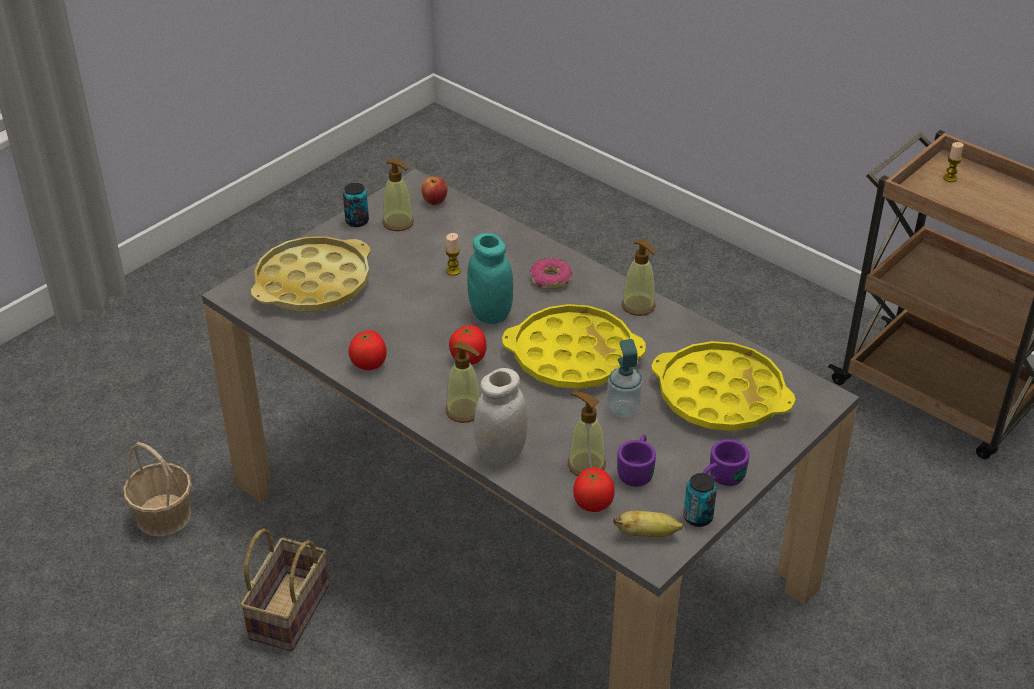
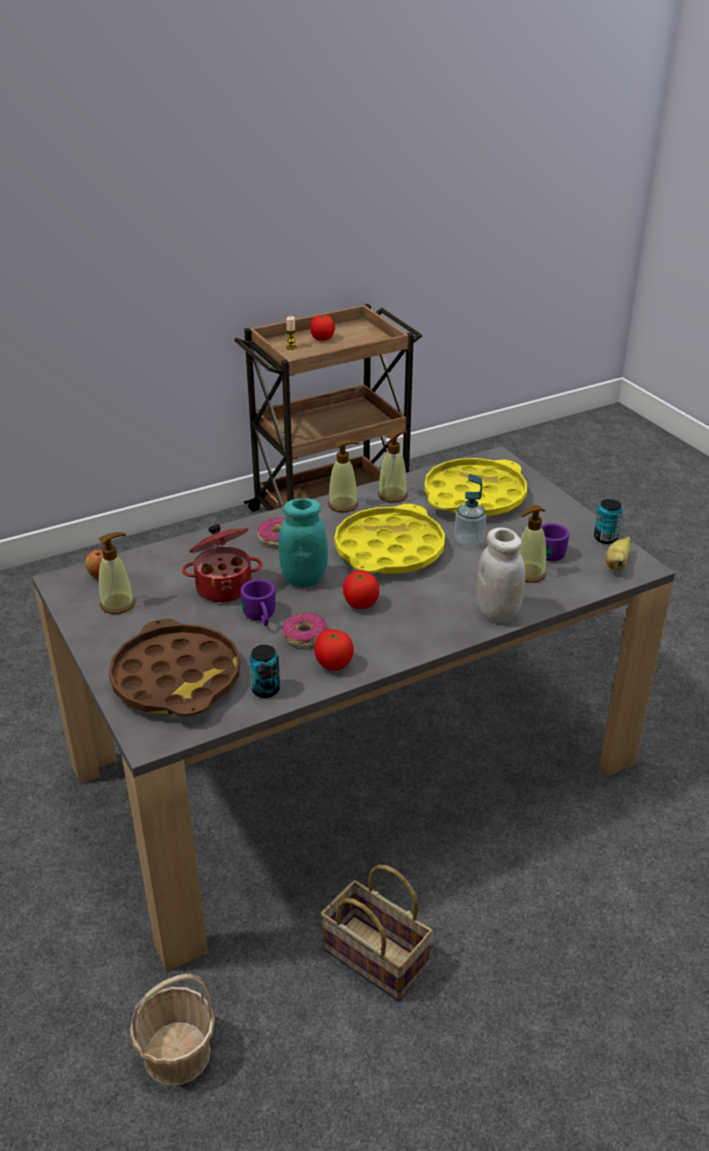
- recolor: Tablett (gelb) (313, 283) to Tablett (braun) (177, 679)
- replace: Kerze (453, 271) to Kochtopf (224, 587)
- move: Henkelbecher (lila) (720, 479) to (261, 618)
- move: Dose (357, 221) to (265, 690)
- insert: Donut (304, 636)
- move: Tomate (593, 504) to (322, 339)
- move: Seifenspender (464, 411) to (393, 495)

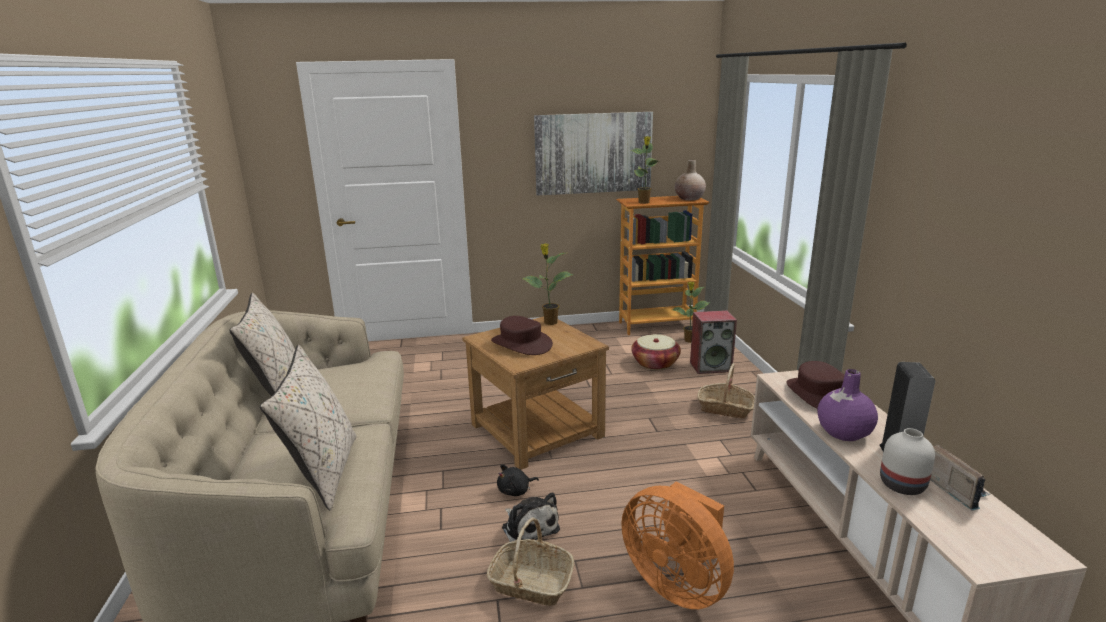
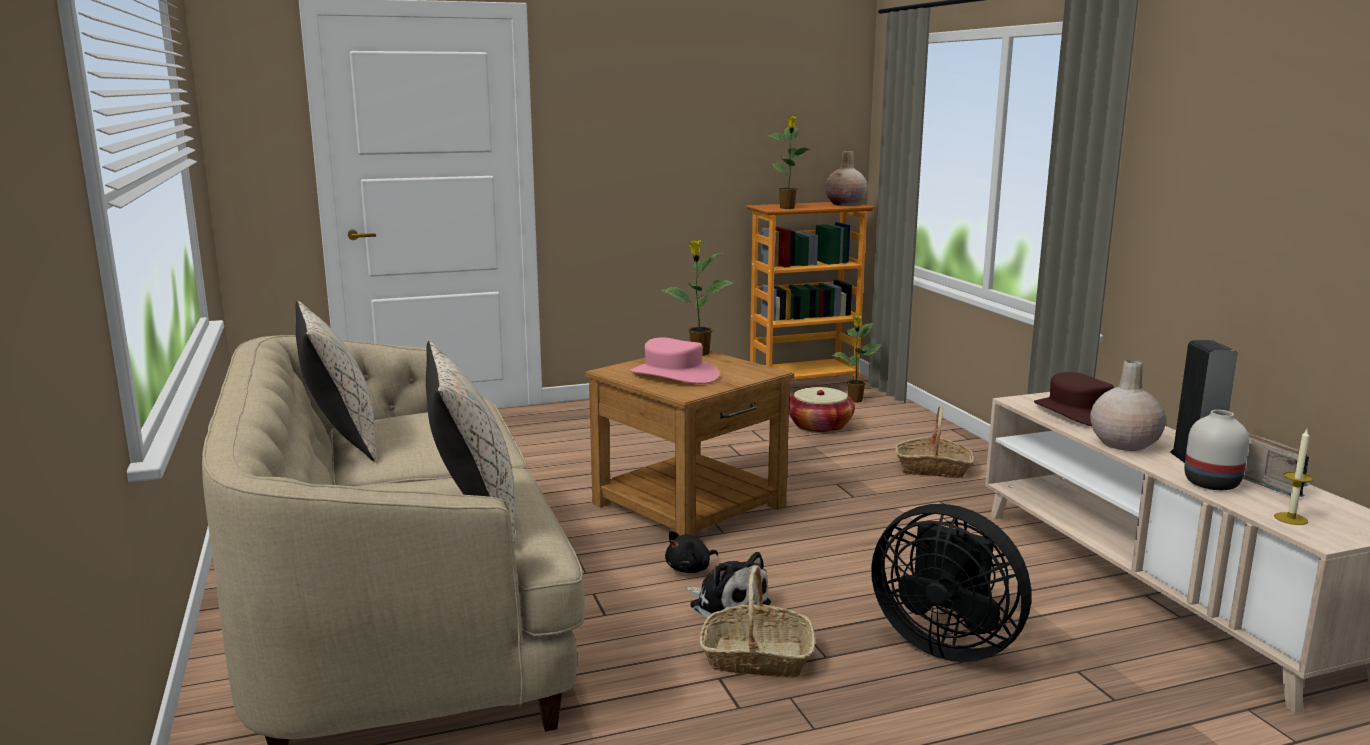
- recolor: Hut (braun) (521, 344) to Hut (rosa) (674, 375)
- recolor: Ventilator (orange) (677, 583) to Ventilator (schwarz) (945, 643)
- recolor: Vase (lila) (843, 432) to Vase (beige) (1123, 444)
- insert: Kerze (1290, 519)
- delete: Bild (593, 153)
- delete: Lautsprecher (711, 366)

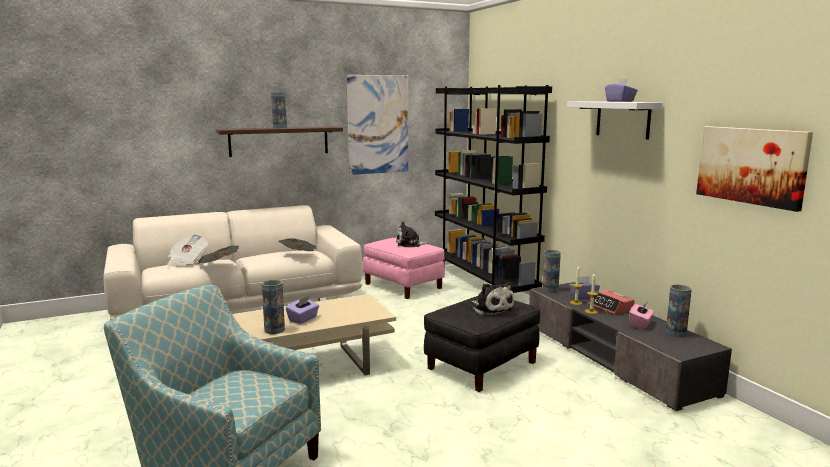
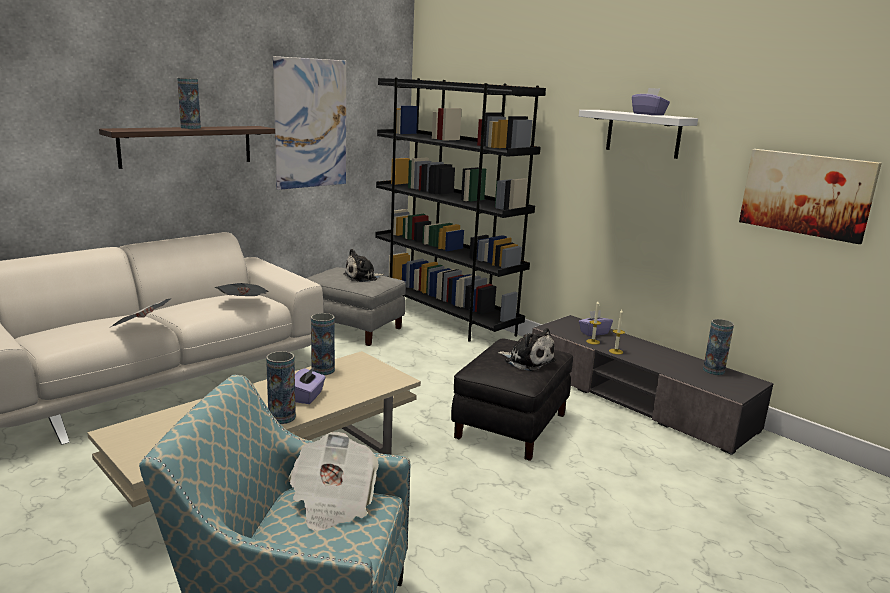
- move: Zeitung (187, 261) to (333, 502)
- recolor: Polsterhocker (rosa) (403, 286) to Polsterhocker (grau) (353, 328)
- move: Vase (550, 290) to (323, 370)
- delete: Wecker (611, 307)
- delete: Taschentuchbox (rosa) (640, 324)

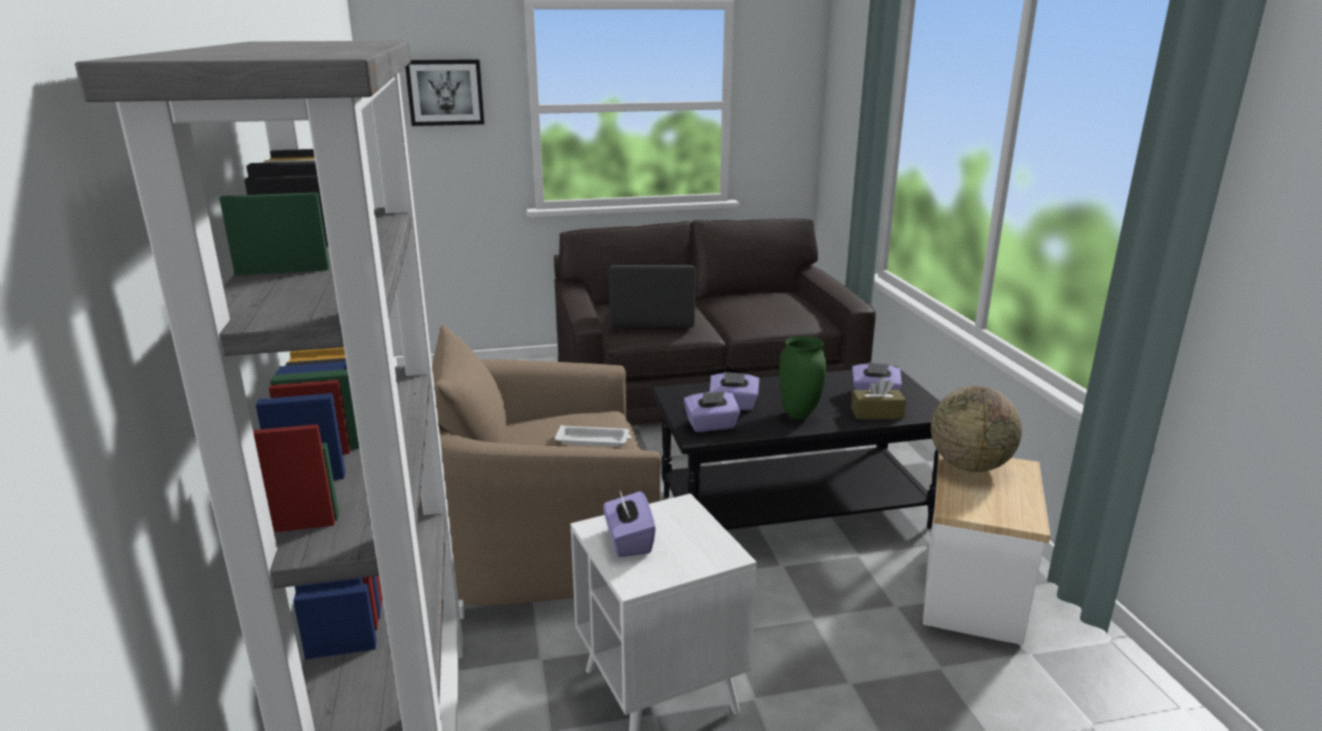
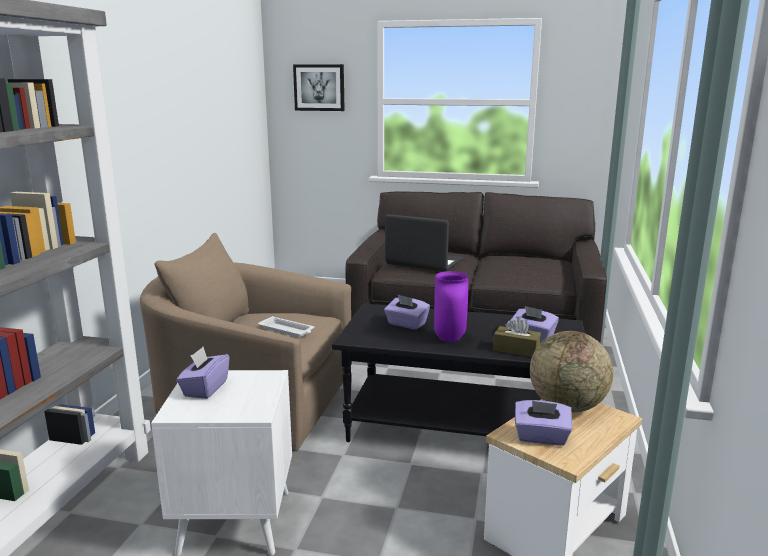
- recolor: Vase (grün) (798, 414) to Vase (lila) (448, 339)
- move: Taschentuchbox (lila) (711, 426) to (541, 437)

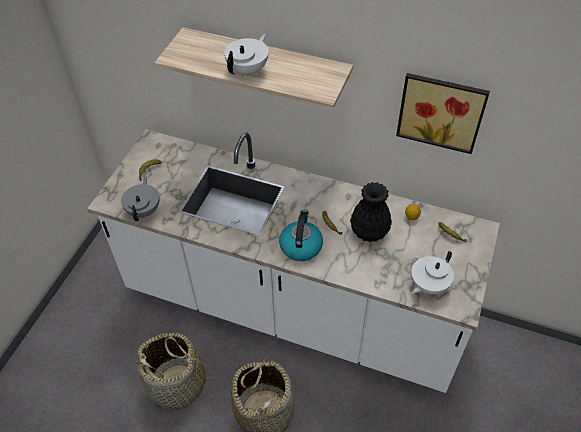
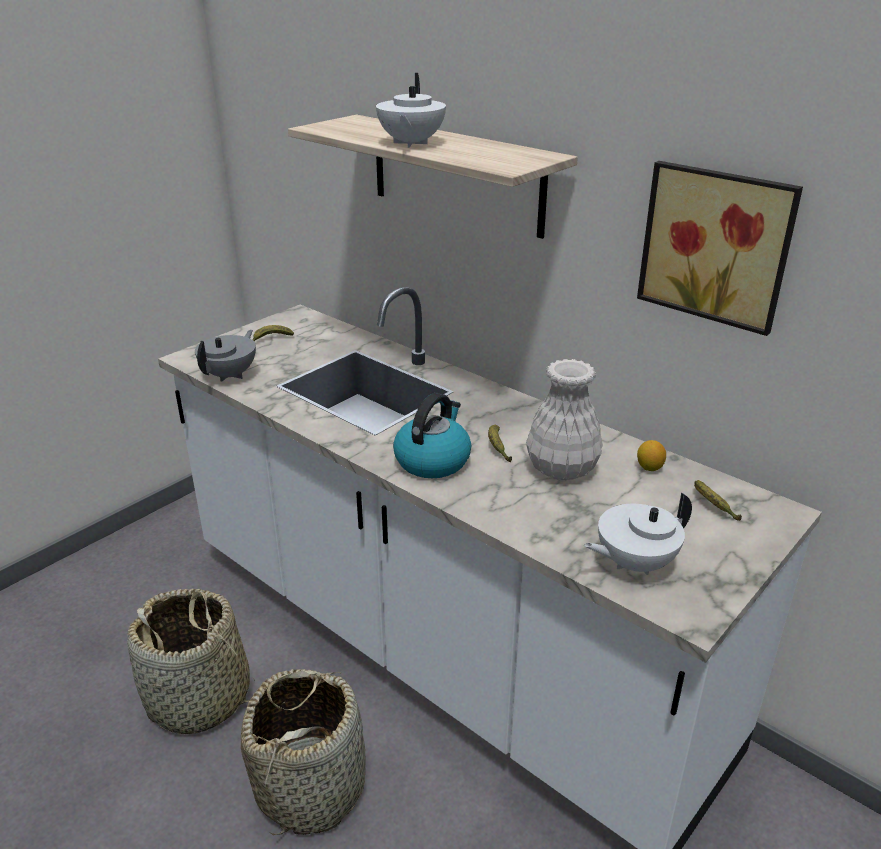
- rotate: Teekanne (weiß) (248, 70) = (410, 143) 135 degrees clockwise
- recolor: Vase (schwarz) (370, 231) to Vase (weiß) (563, 469)

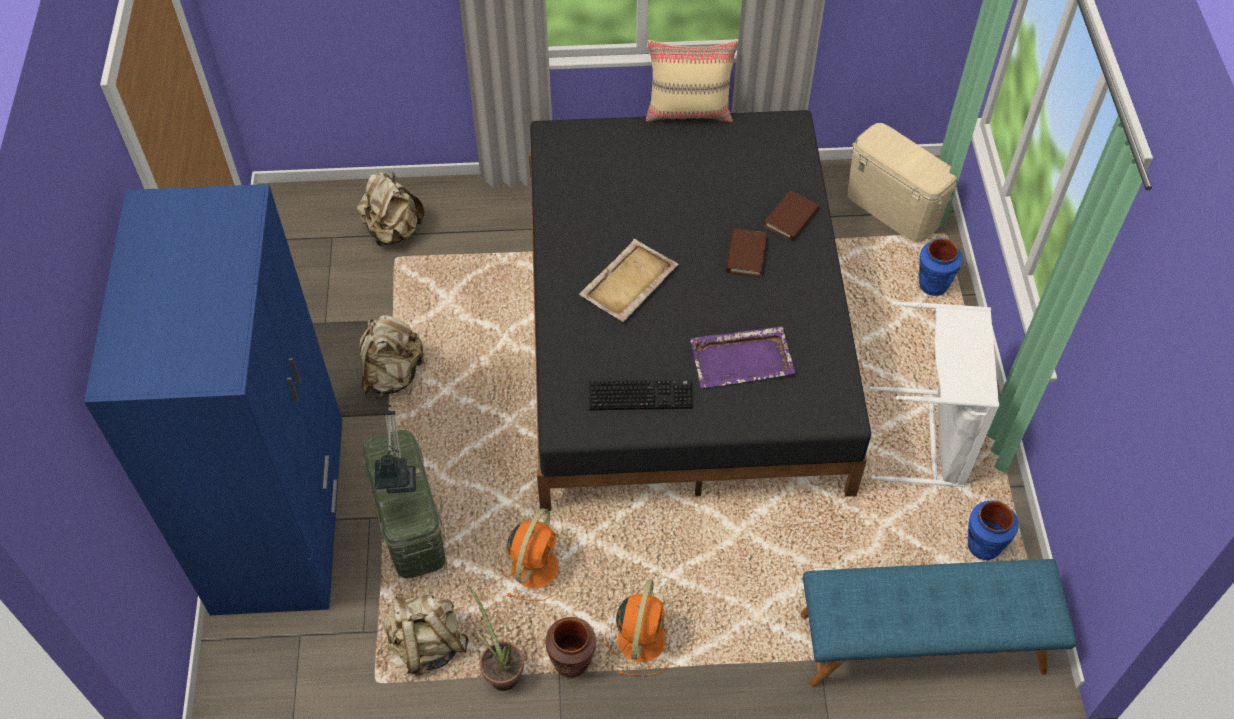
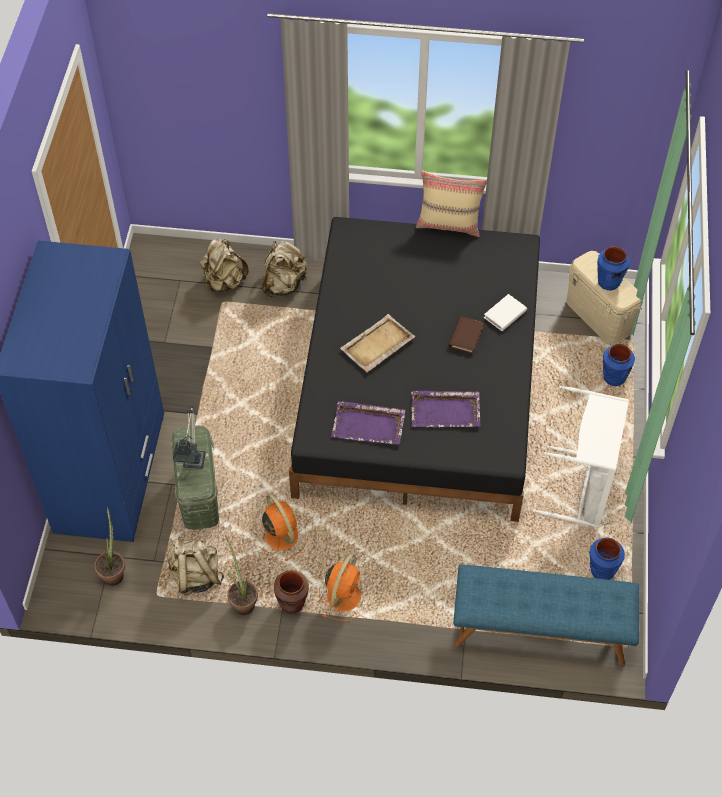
- insert: Topfpflanze (114, 572)
- rotate: Ventilator (orange) (536, 565) = (281, 534) 60 degrees counterclockwise
- move: Rucksack (beige) (393, 375) to (284, 284)
- replace: Tastatur (641, 394) to Tablett (lila) (369, 425)
- recolor: Buch (braun) (791, 218) to Buch (weiß) (505, 314)
- insert: Vase (blau) (608, 282)

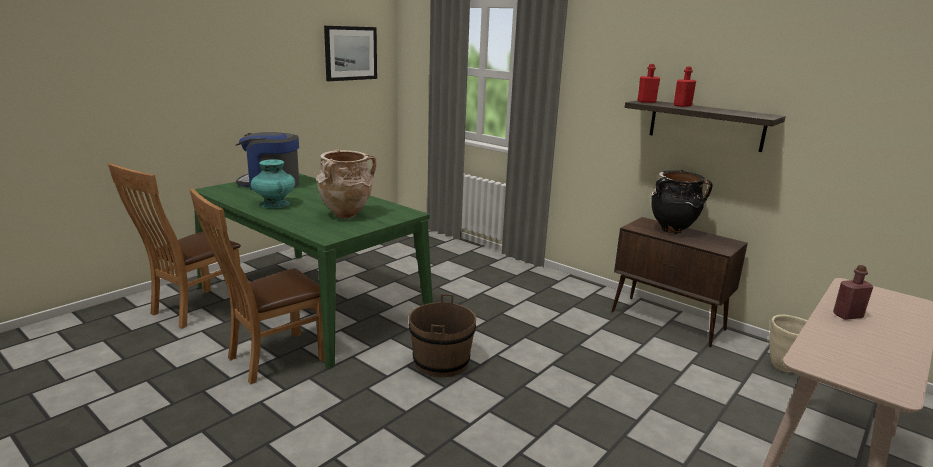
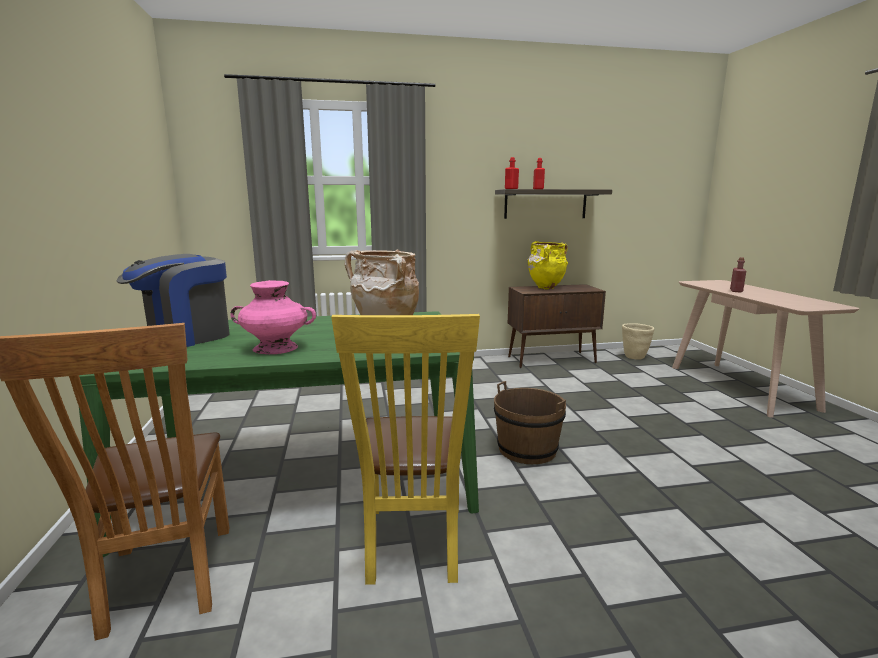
- recolor: Vase (türkis) (275, 204) to Vase (rosa) (276, 348)
- recolor: Stuhl (braun) (271, 359) to Stuhl (gelb) (412, 547)
- recolor: Vase (schwarz) (672, 230) to Vase (gelb) (545, 288)
- delete: Bild (350, 53)

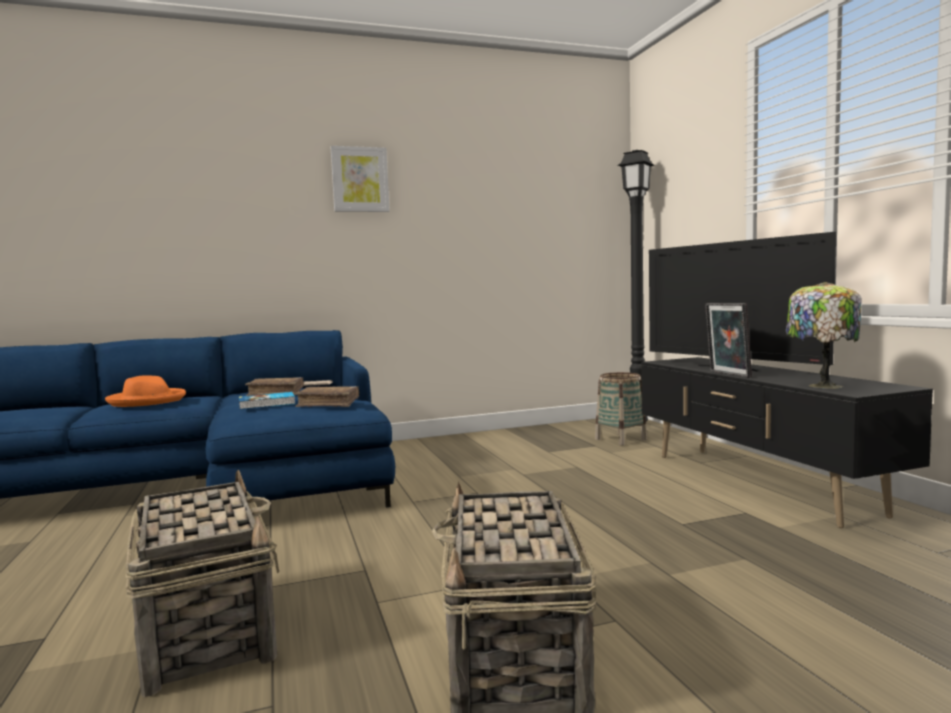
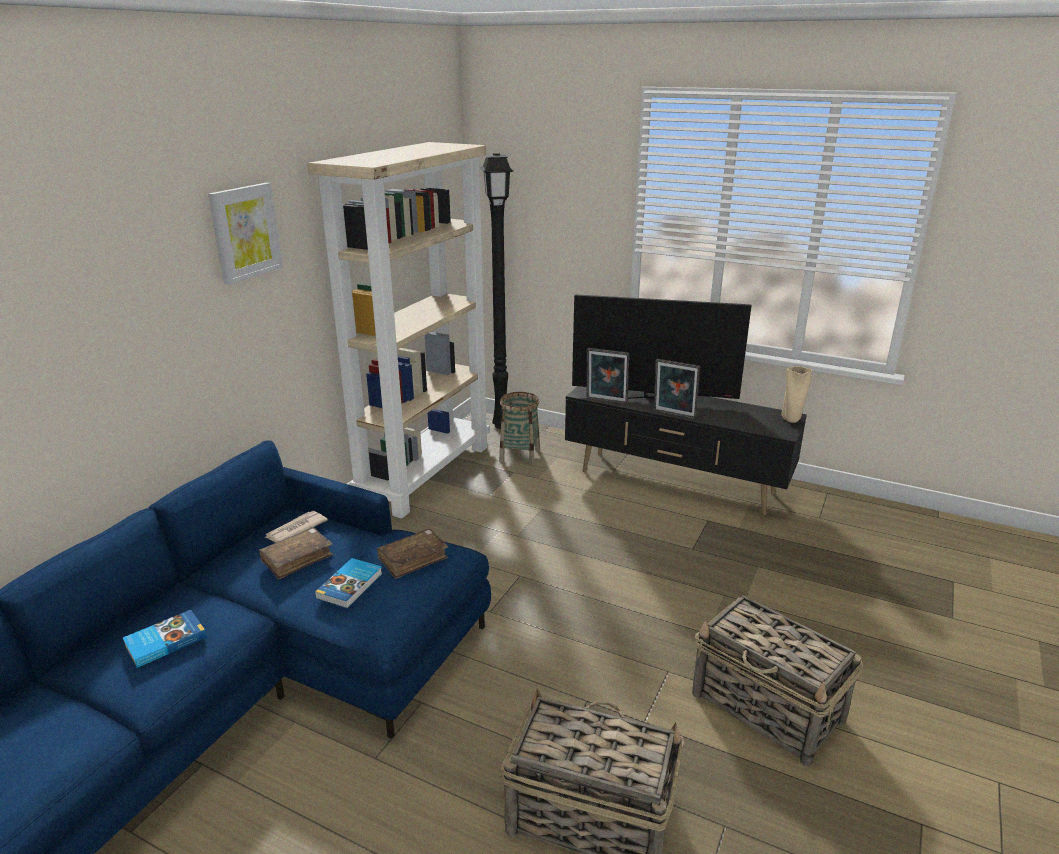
- replace: Hut (orange) (147, 401) to Buch (165, 641)
- insert: Bücherregal (beige) (425, 473)
- insert: Bilderrahmen (606, 401)
- insert: Vase (beige) (791, 420)
- delete: Tischlampe (822, 386)

